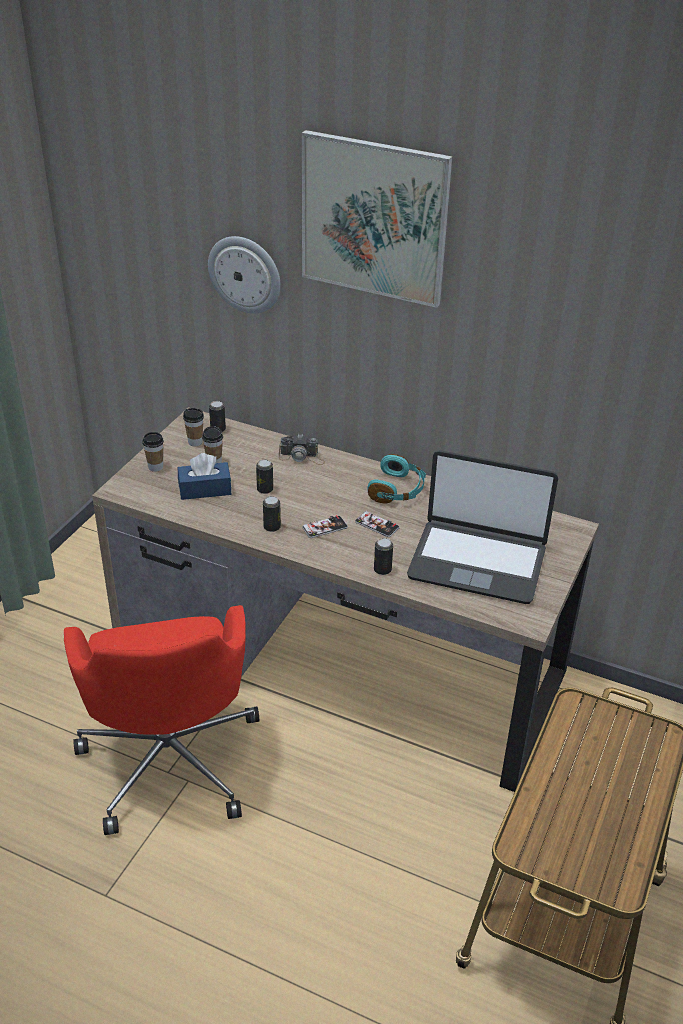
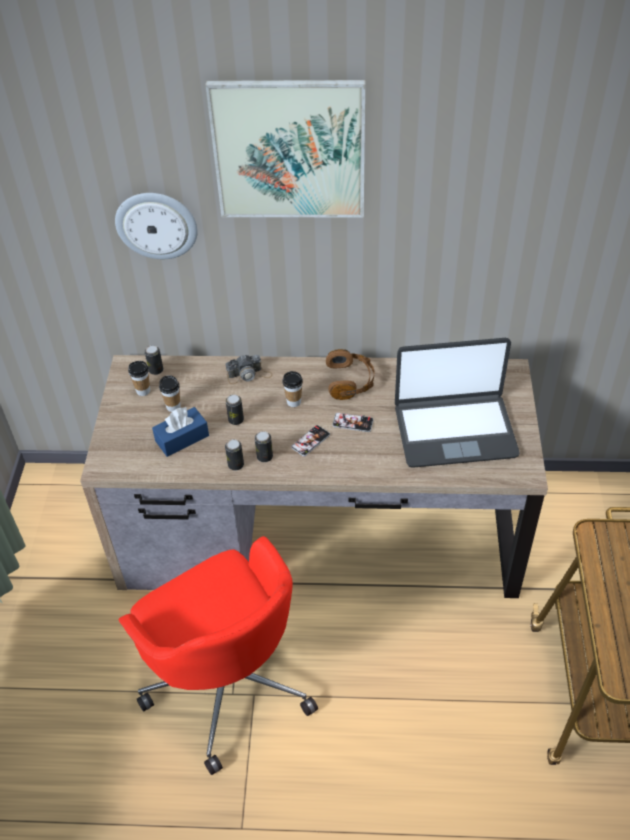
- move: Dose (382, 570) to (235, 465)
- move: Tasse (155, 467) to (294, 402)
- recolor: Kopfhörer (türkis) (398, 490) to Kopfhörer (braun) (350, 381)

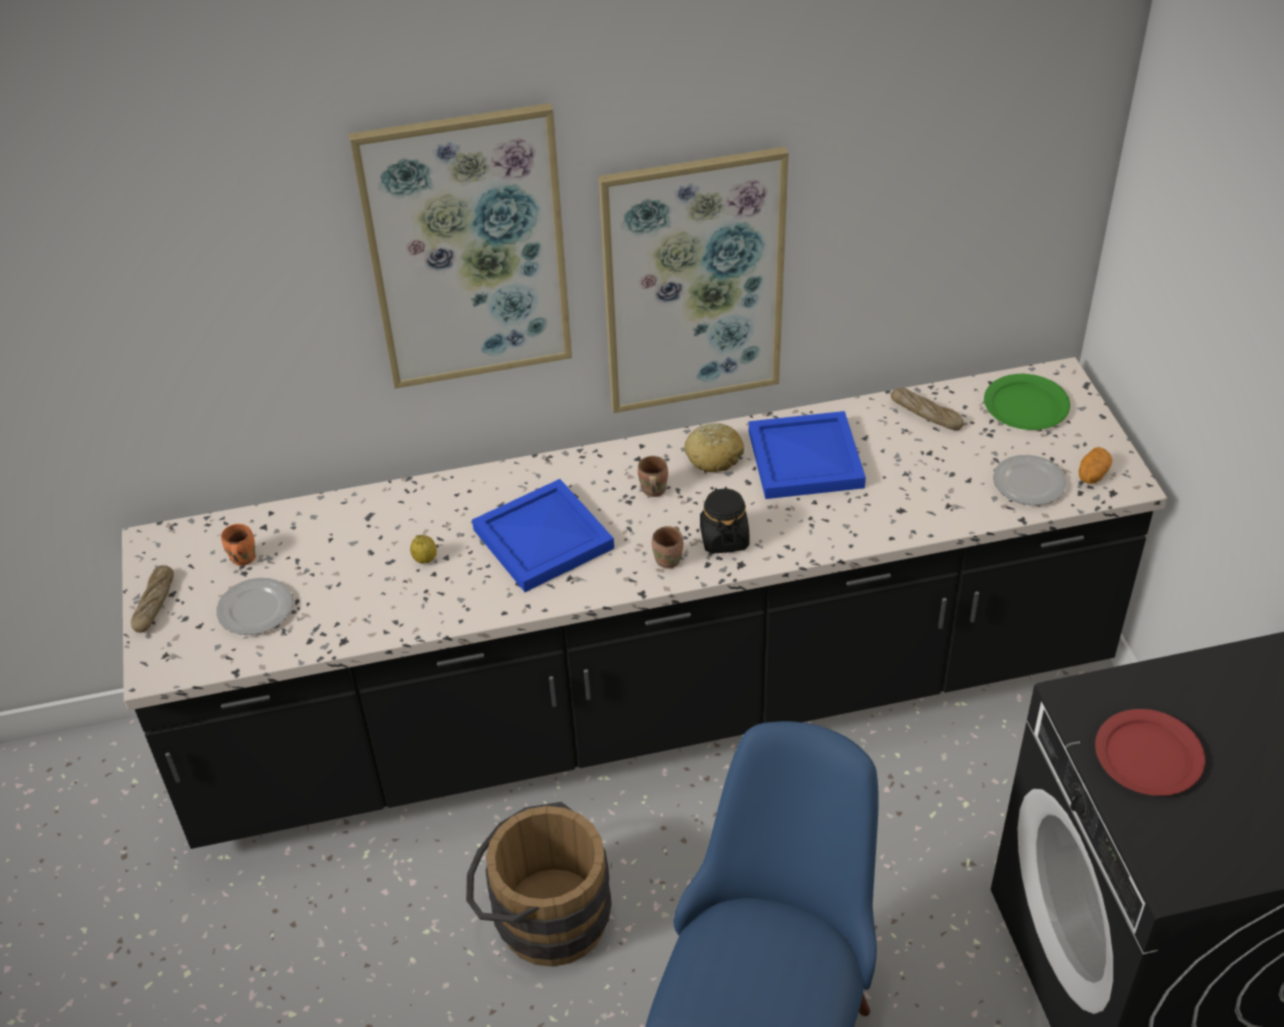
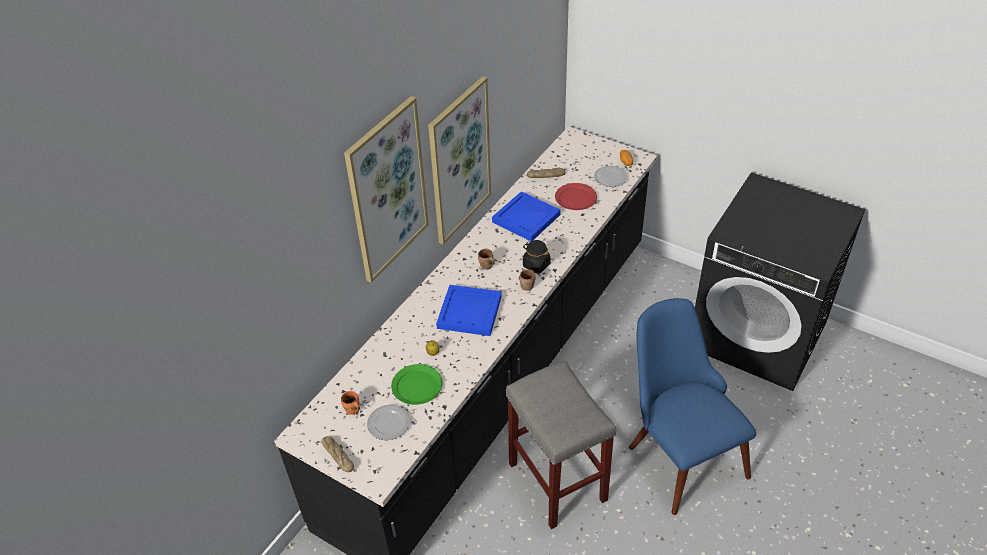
- move: Teller (grün) (1025, 406) to (417, 386)
- replace: Eimer (braun) (541, 916) to Hocker (grau) (556, 481)
- move: Teller (rot) (1149, 756) to (576, 198)
- delete: Brot (714, 456)

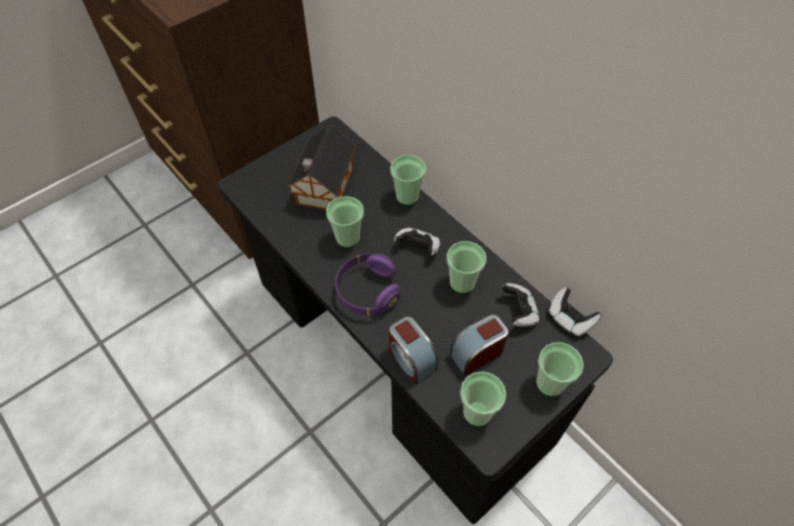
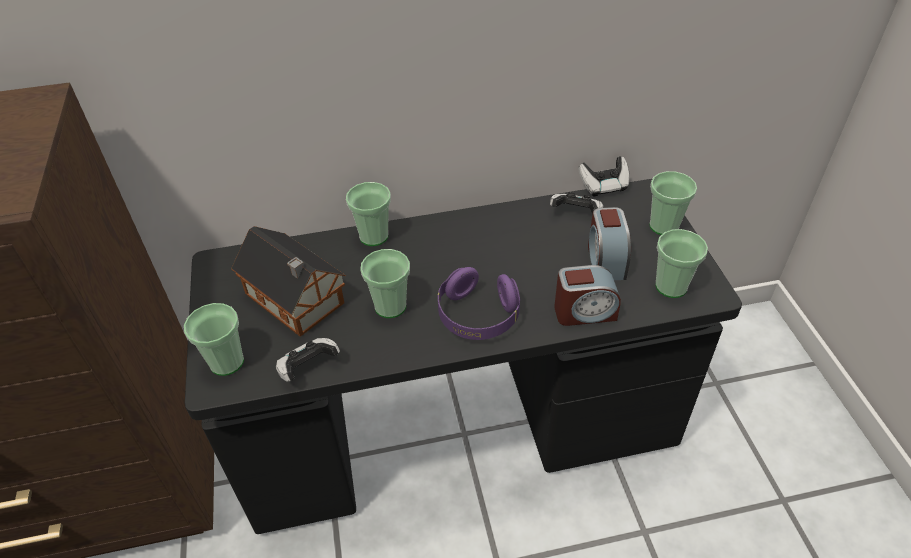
- move: Tasse (462, 282) to (226, 362)
- move: Gamepad (418, 247) to (308, 368)

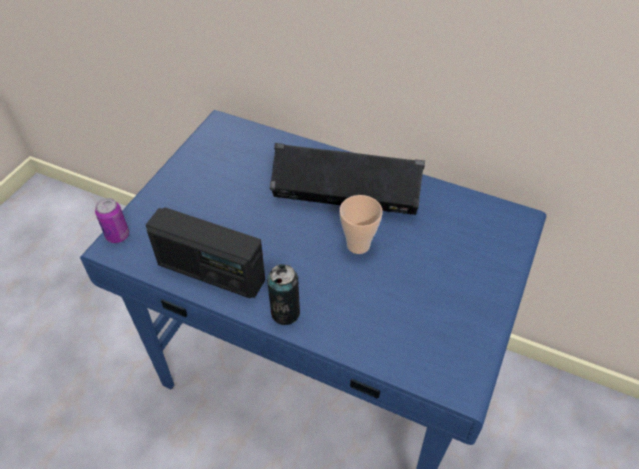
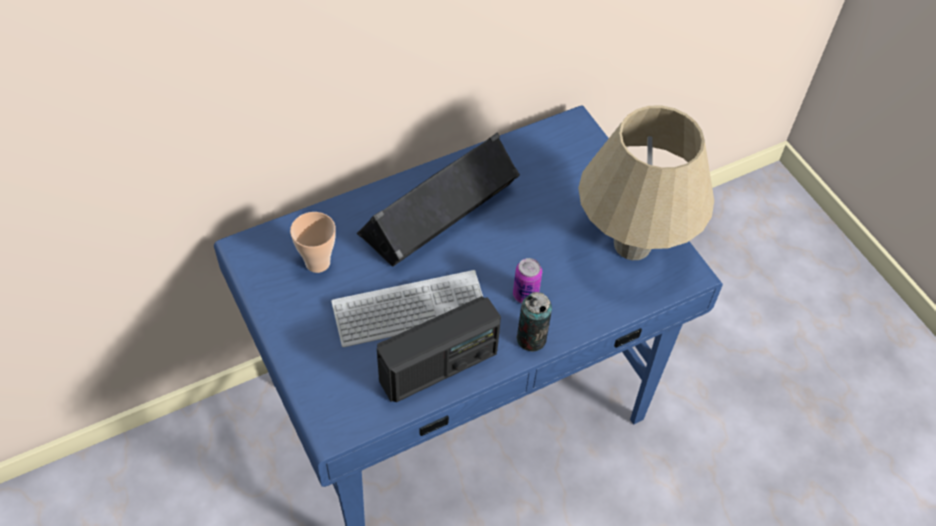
- move: Tasse (358, 245) to (317, 262)
- insert: Tastatur (410, 310)
- move: Dose (117, 235) to (525, 295)
- insert: Tischlampe (beige) (632, 245)

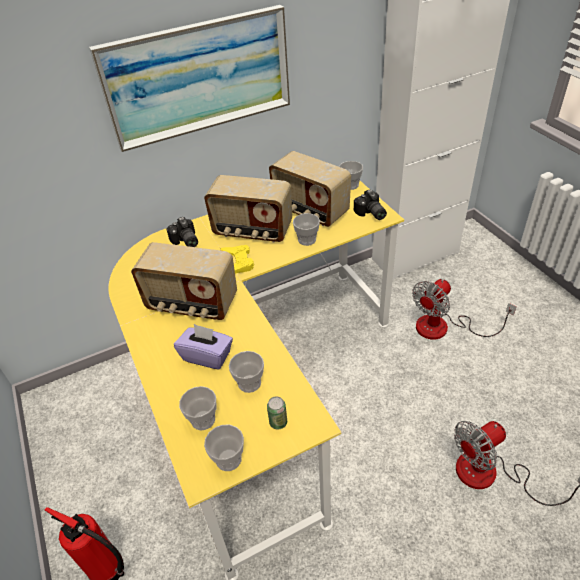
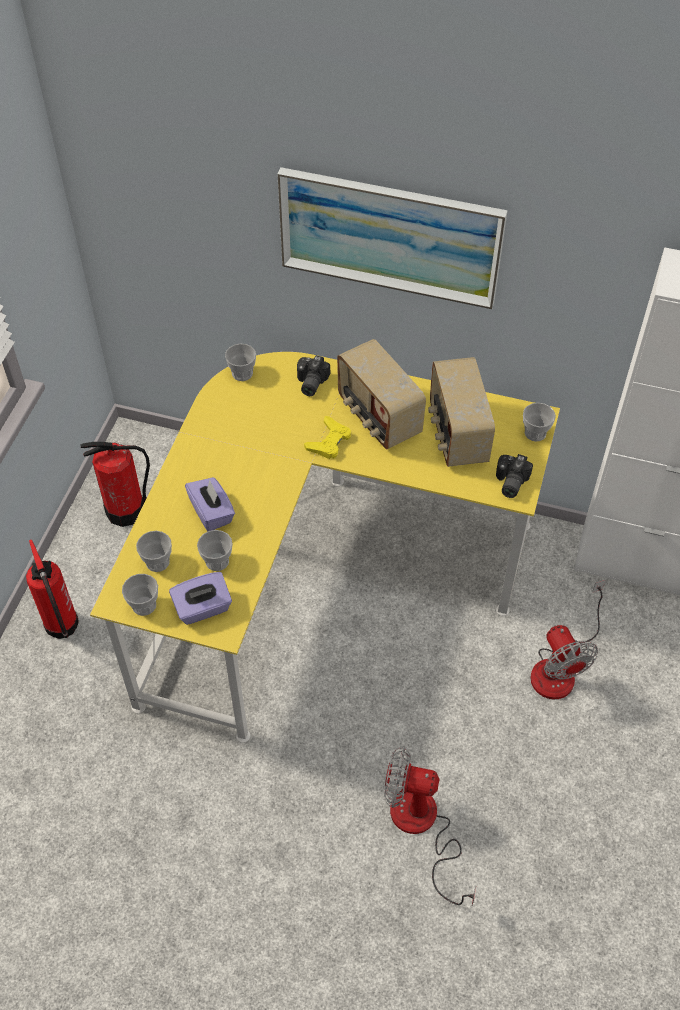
- insert: Feuerlöscher (126, 511)
- replace: Dose (278, 422) to Taschentuchbox (lila) (203, 608)
- move: Tasse (307, 240) to (242, 373)
- rotate: Ventilator (444, 328) = (560, 666) 105 degrees counterclockwise
- delete: Radio (192, 305)

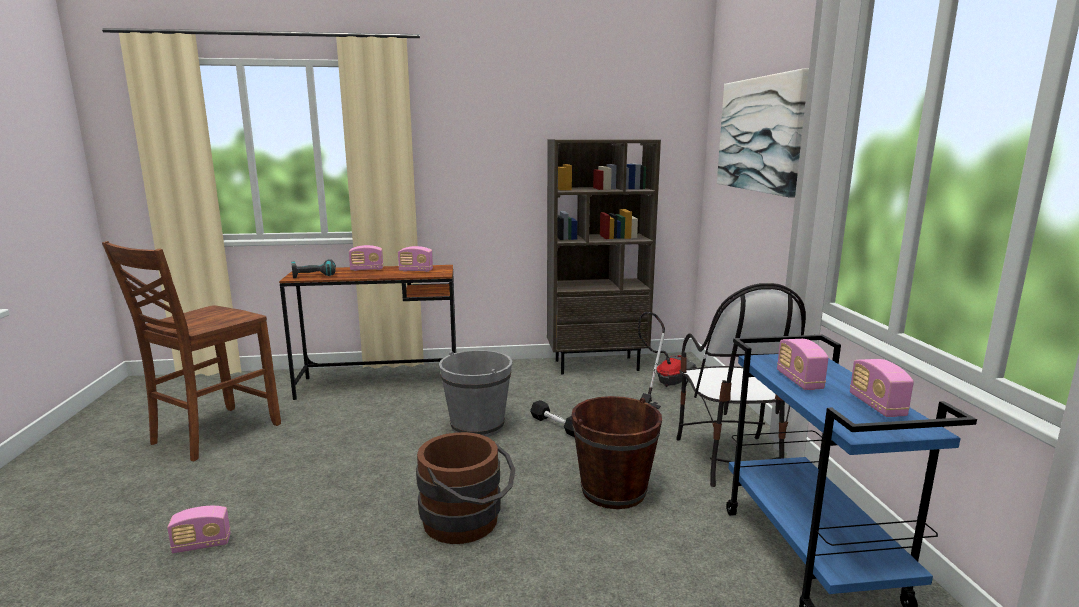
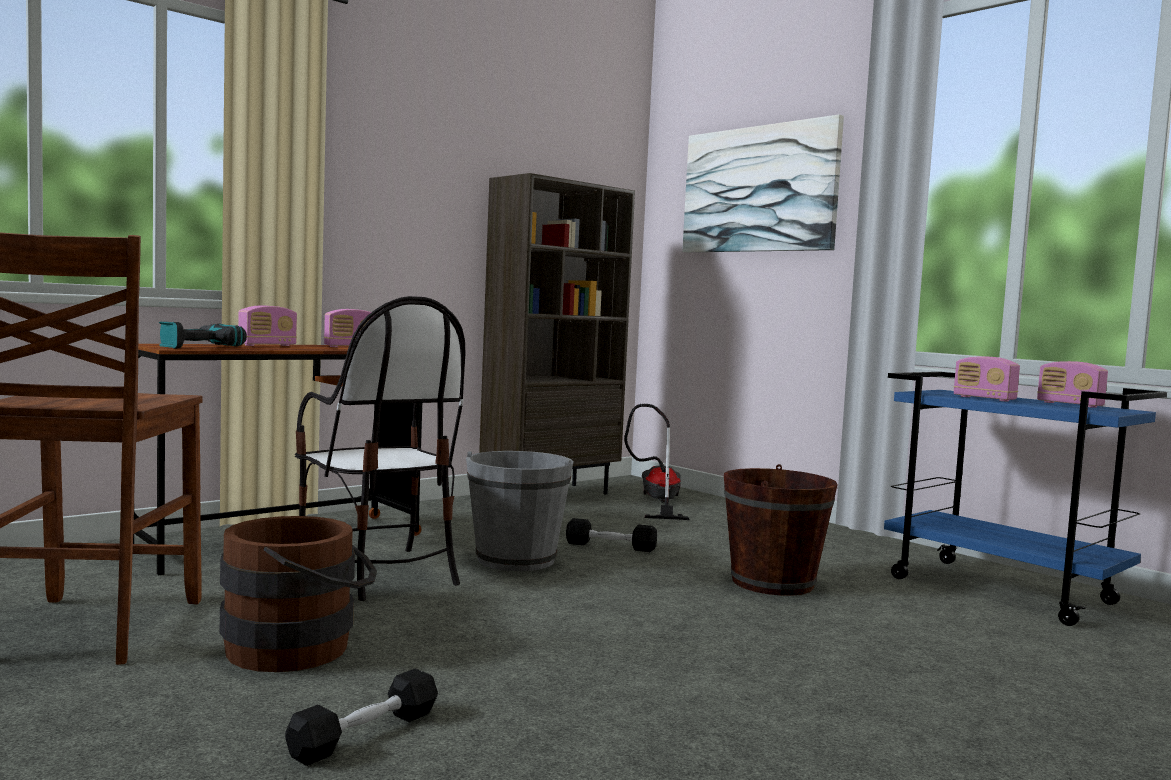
- move: Eimer (braun) (467, 522) to (300, 648)
- replace: Radio (202, 545) to Hantel (schwarz) (365, 734)
- move: Stuhl (730, 459) to (378, 573)

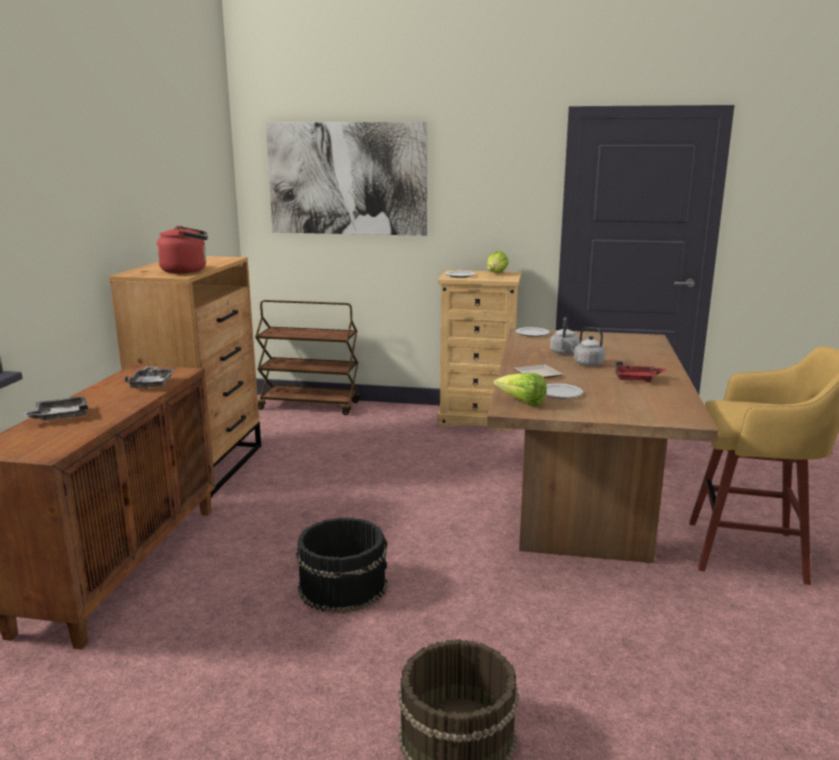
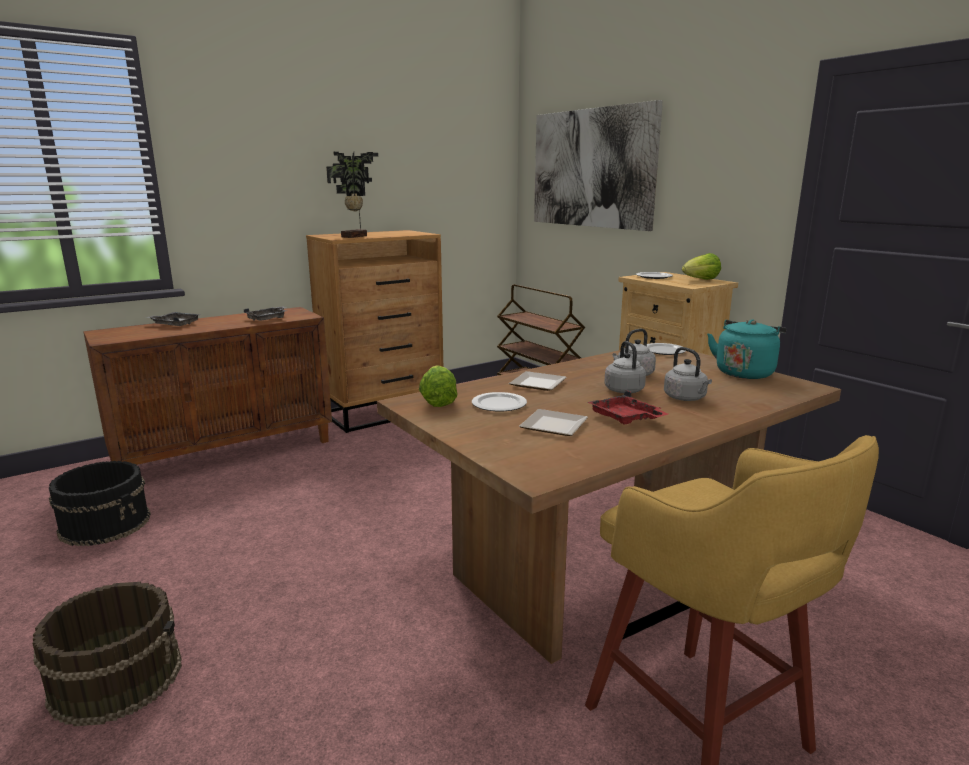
- move: Eimer (schwarz) (342, 586) to (106, 523)
- replace: Wasserkessel (rot) (187, 271) to Topfpflanze (356, 236)
- insert: Teller (555, 427)
- insert: Wasserkessel (grau) (686, 398)
- insert: Wasserkessel (türkis) (744, 372)

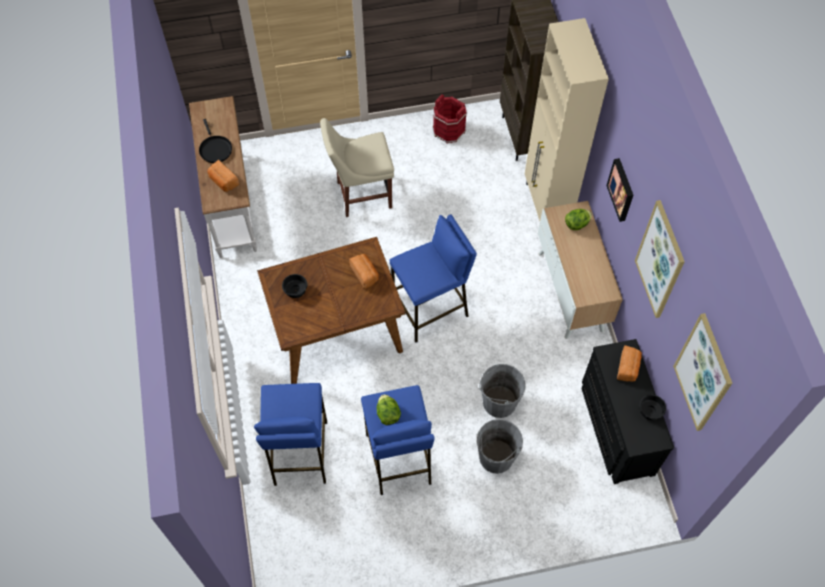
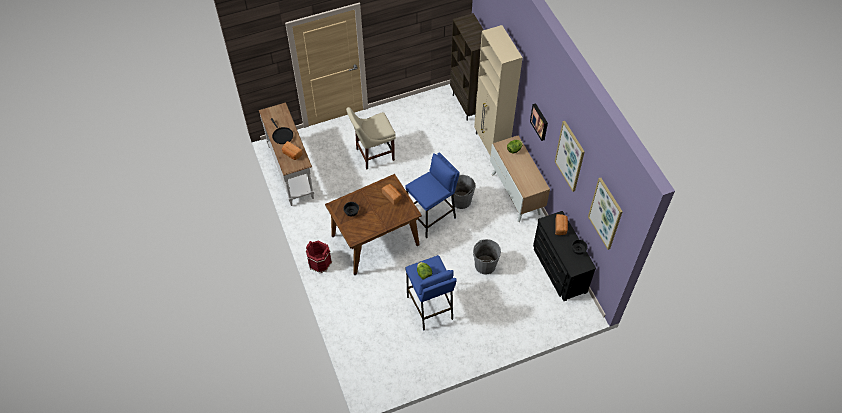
- move: Eimer (rot) (448, 130) to (319, 263)
- move: Eimer (grau) (496, 457) to (461, 200)
- delete: Hocker (blau) (299, 453)

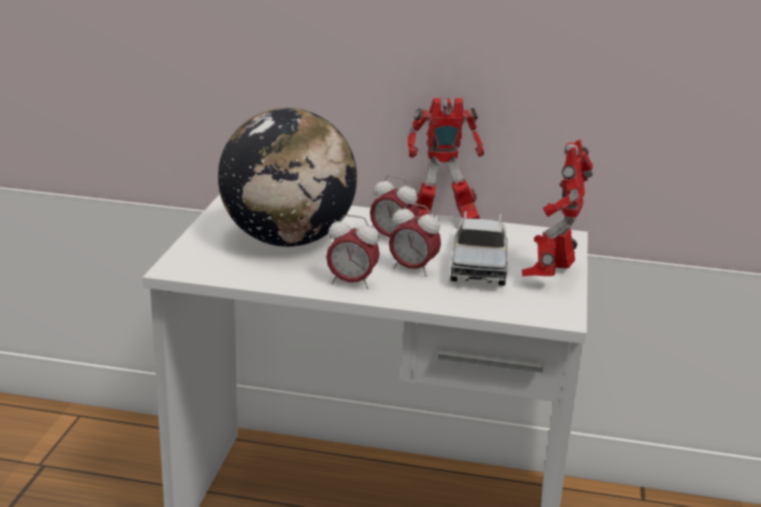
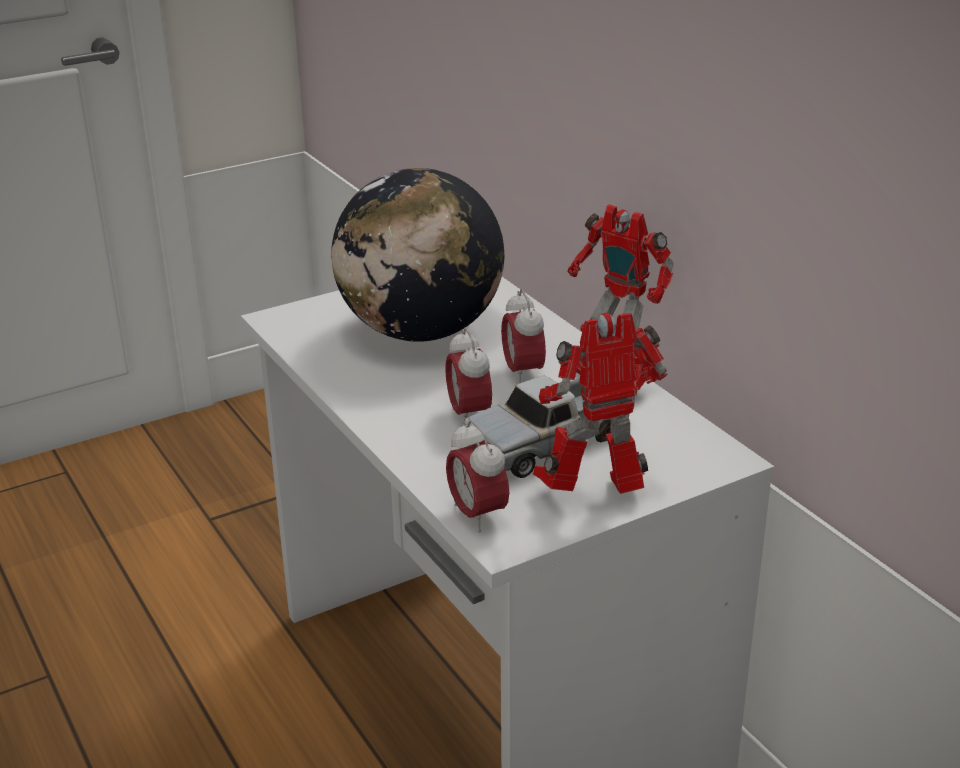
- move: Wecker (351, 282) to (477, 515)

